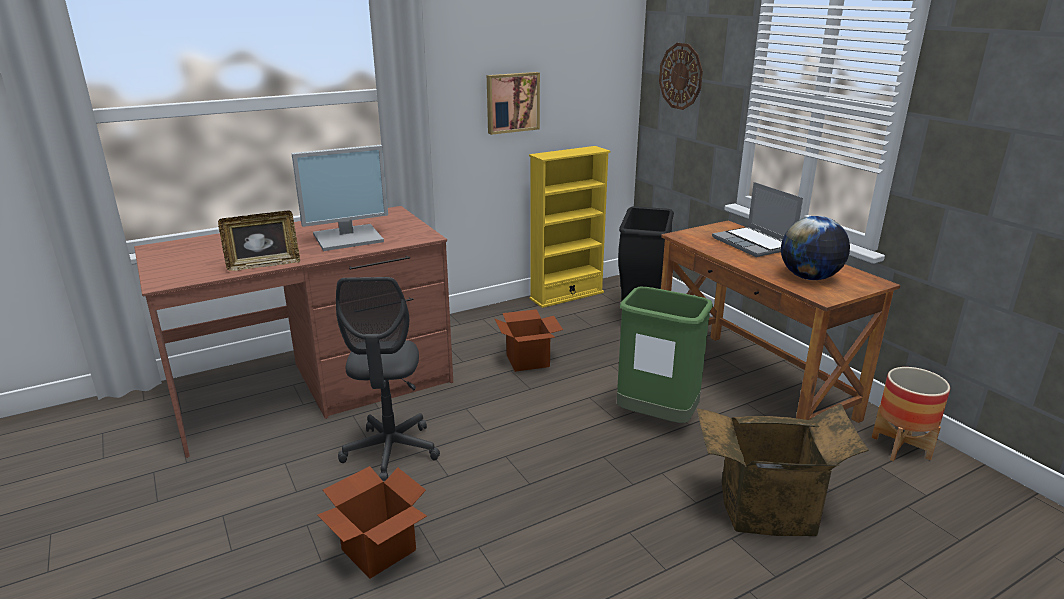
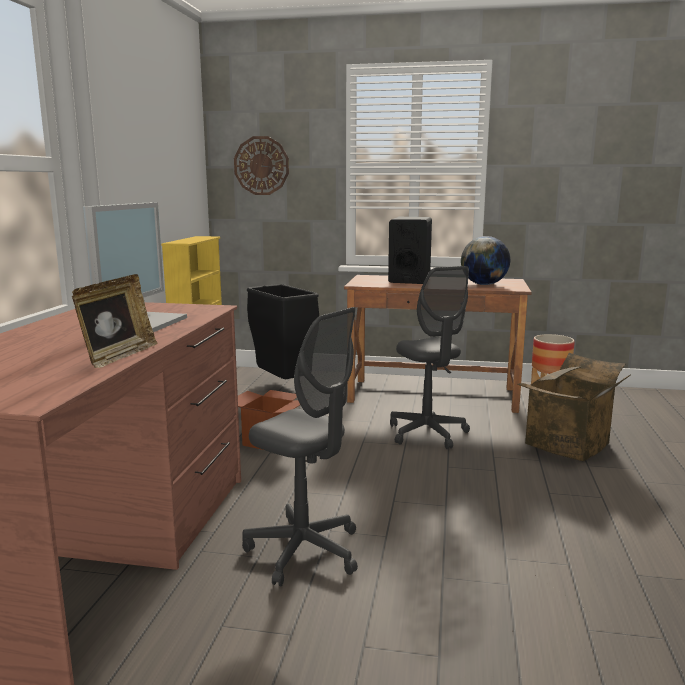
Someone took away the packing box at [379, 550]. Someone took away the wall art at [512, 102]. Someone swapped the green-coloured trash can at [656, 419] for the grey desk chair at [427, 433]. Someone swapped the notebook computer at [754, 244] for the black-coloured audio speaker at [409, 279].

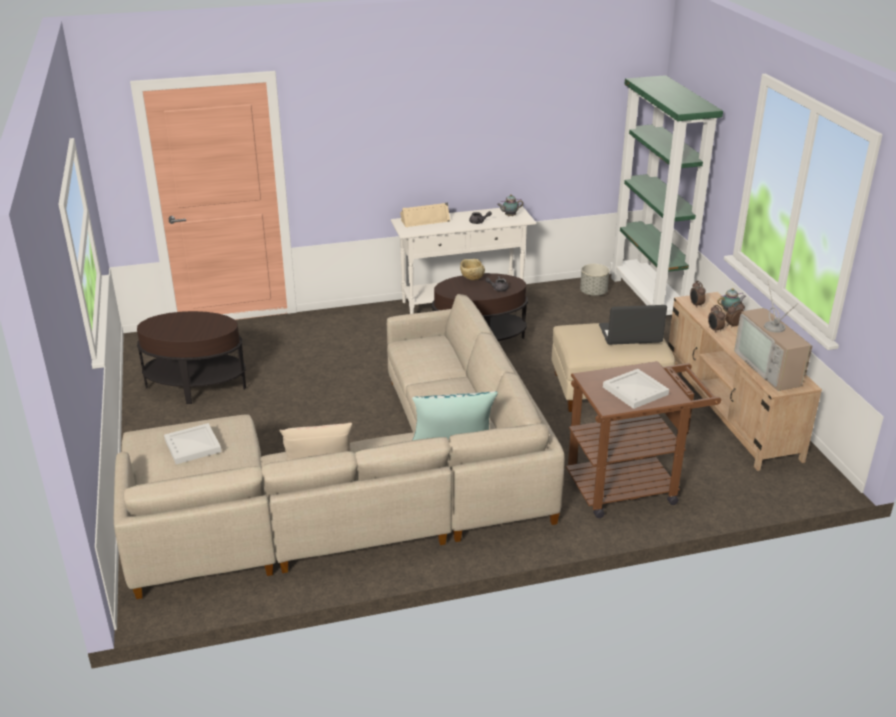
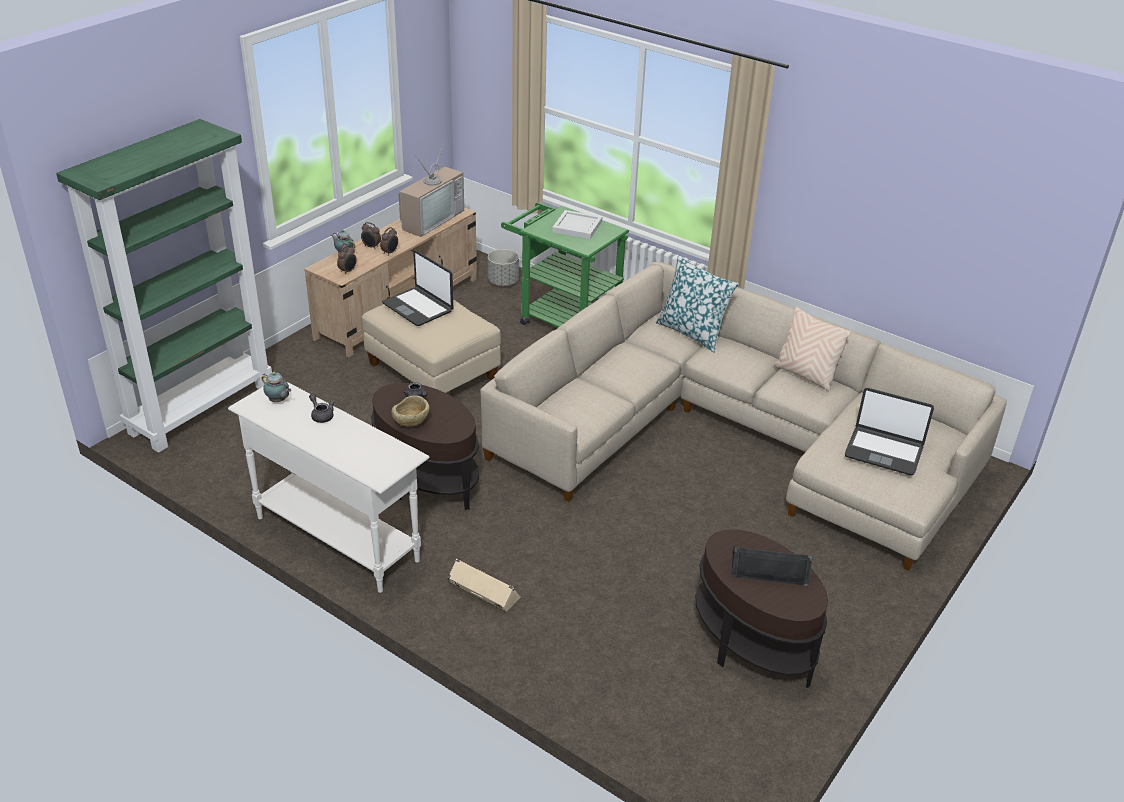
Someone put down the black-coloured audio speaker at [770, 569]. Someone carried the sand-coloured audio speaker from [425, 220] to [483, 592]. Someone carried the grey flower pot from [593, 293] to [503, 282]. Someone swapped the whitish carrying tray at [192, 446] for the notebook computer at [883, 451]. Someone repainted the brownish cart at [631, 486], which became the green-coloured cart at [562, 320].

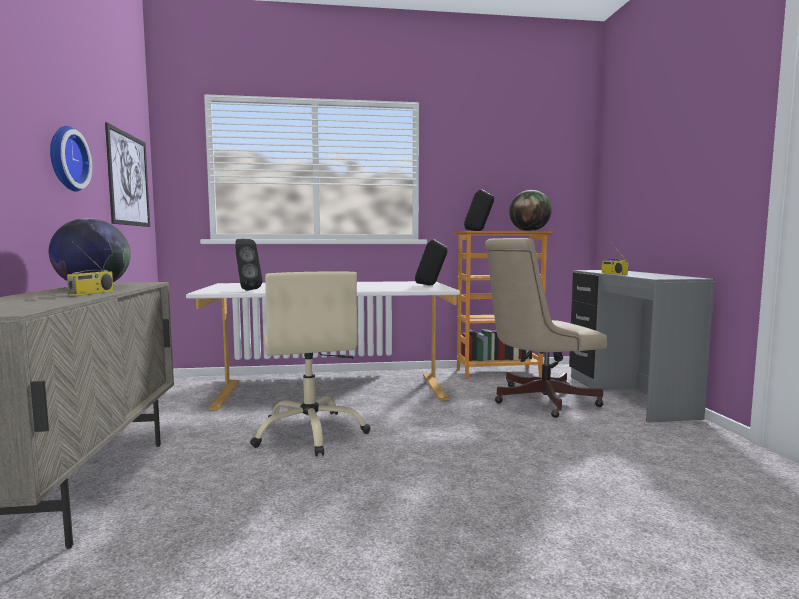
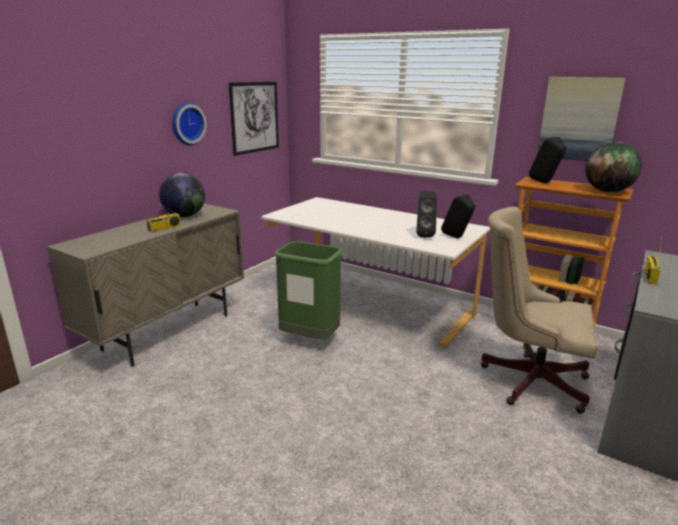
Someone put up the wall art at [579, 119]. Someone carried the black-coloured audio speaker from [246, 290] to [424, 235]. Someone swapped the sand-coloured desk chair at [311, 432] for the green-coloured trash can at [309, 339].

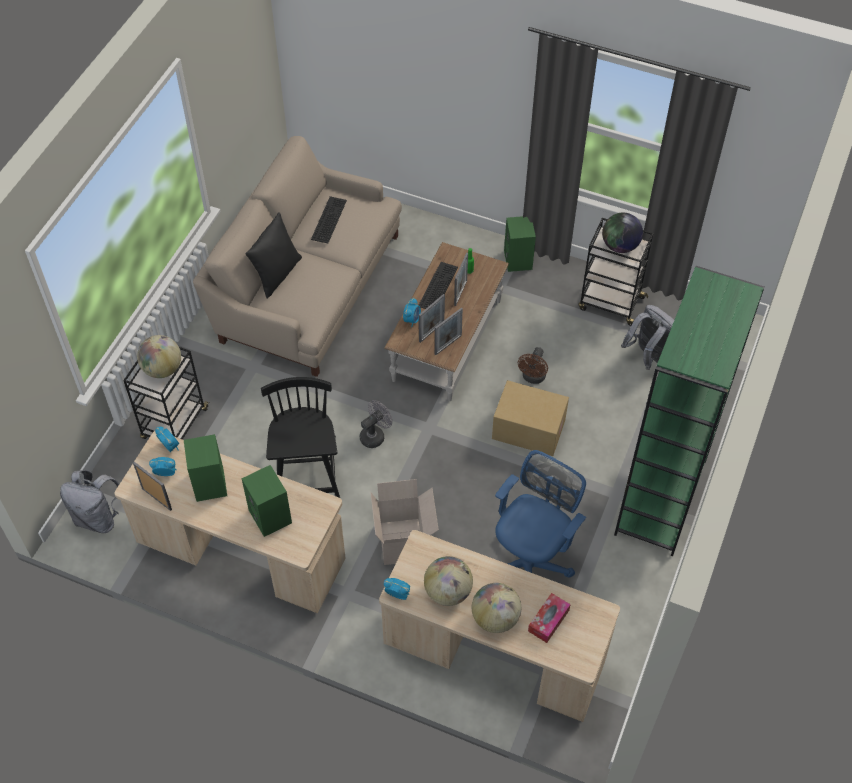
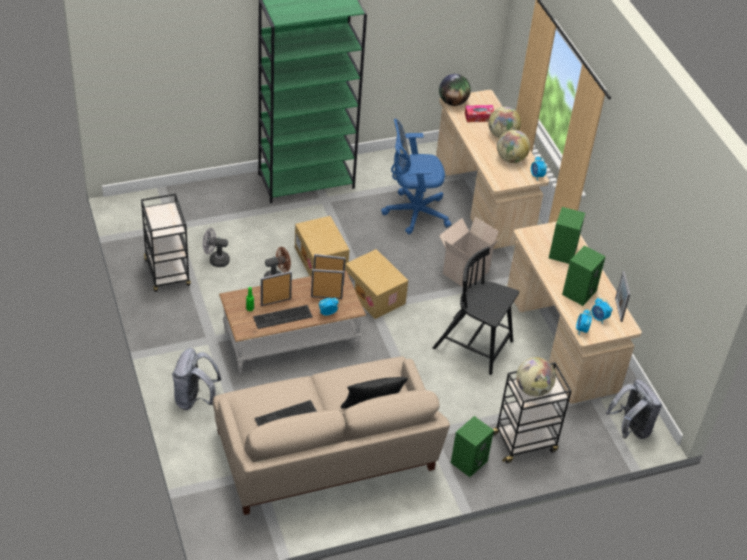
Someone put down the packing box at [375, 295]. Someone carried the grey fan from [375, 435] to [216, 260]. Someone carried the green-coloured audio speaker from [518, 260] to [469, 461]. Someone carried the globe from [620, 246] to [453, 102]. Someone carried the grey rucksack from [648, 356] to [195, 399]. Someone rotated the black-coloured plain chair at [307, 472] by 75 degrees clockwise.

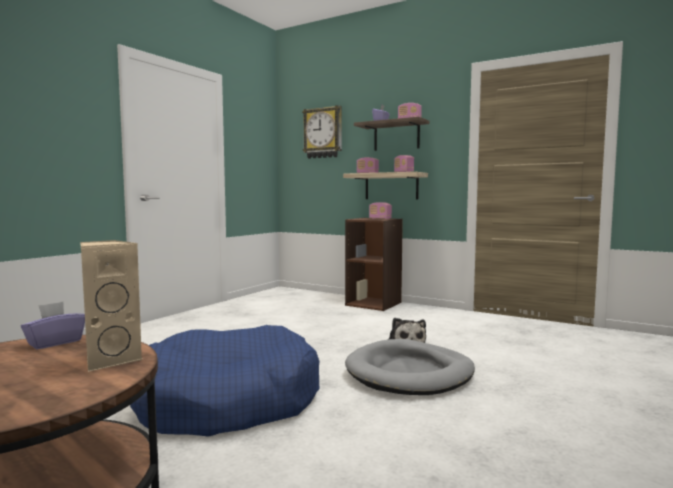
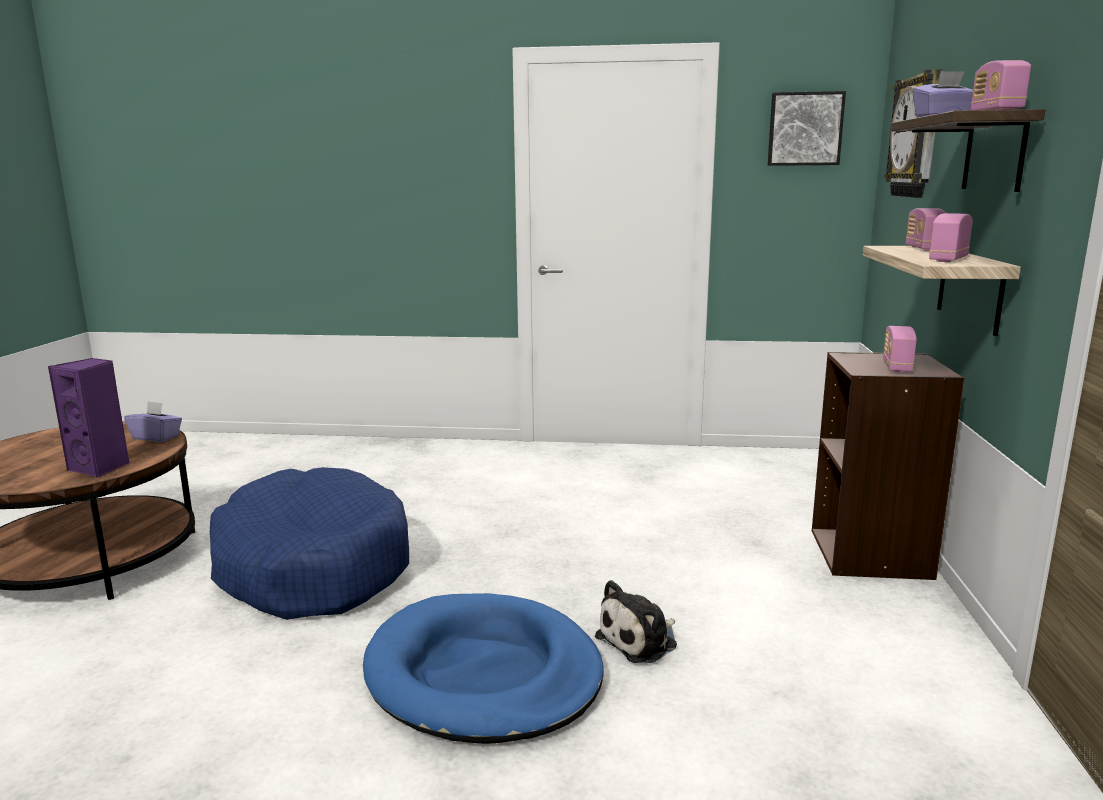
Someone put up the wall art at [805, 129]. Someone repainted the sand-coloured audio speaker at [111, 359], which became the purplish audio speaker at [101, 467]. Someone repainted the grey dog cushion at [410, 373], which became the blue dog cushion at [483, 674].

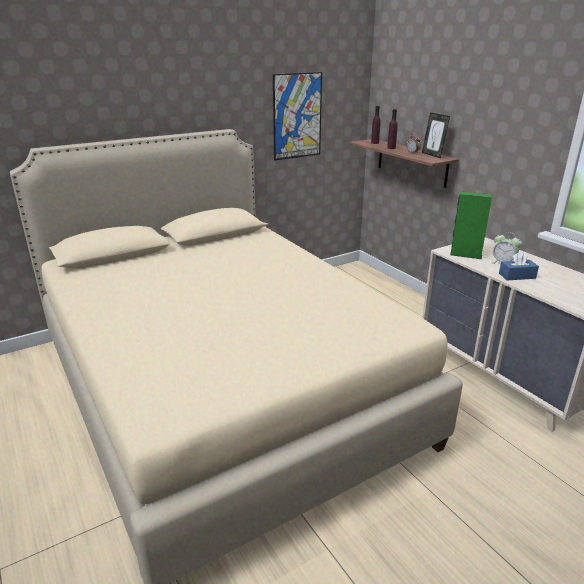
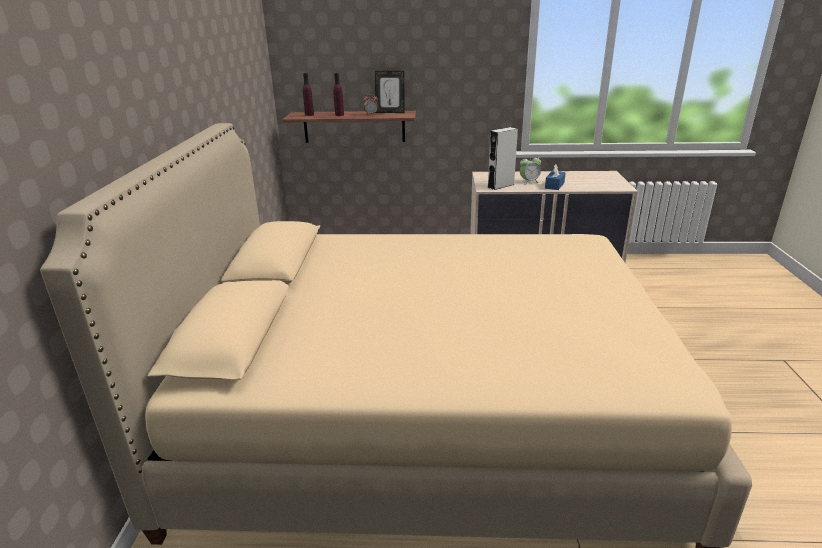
Someone took away the wall art at [297, 116]. Someone repainted the green-coloured audio speaker at [466, 255], which became the grey audio speaker at [500, 186].

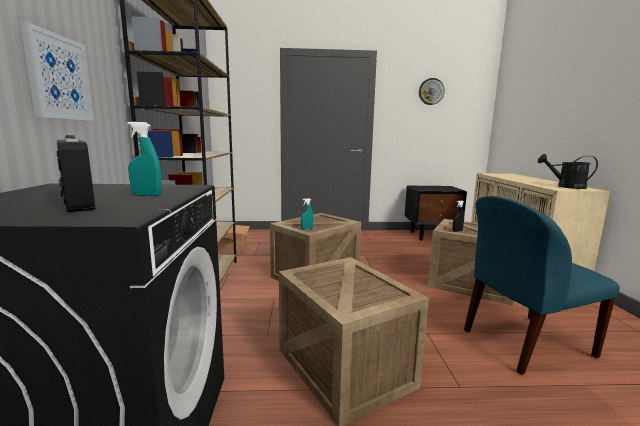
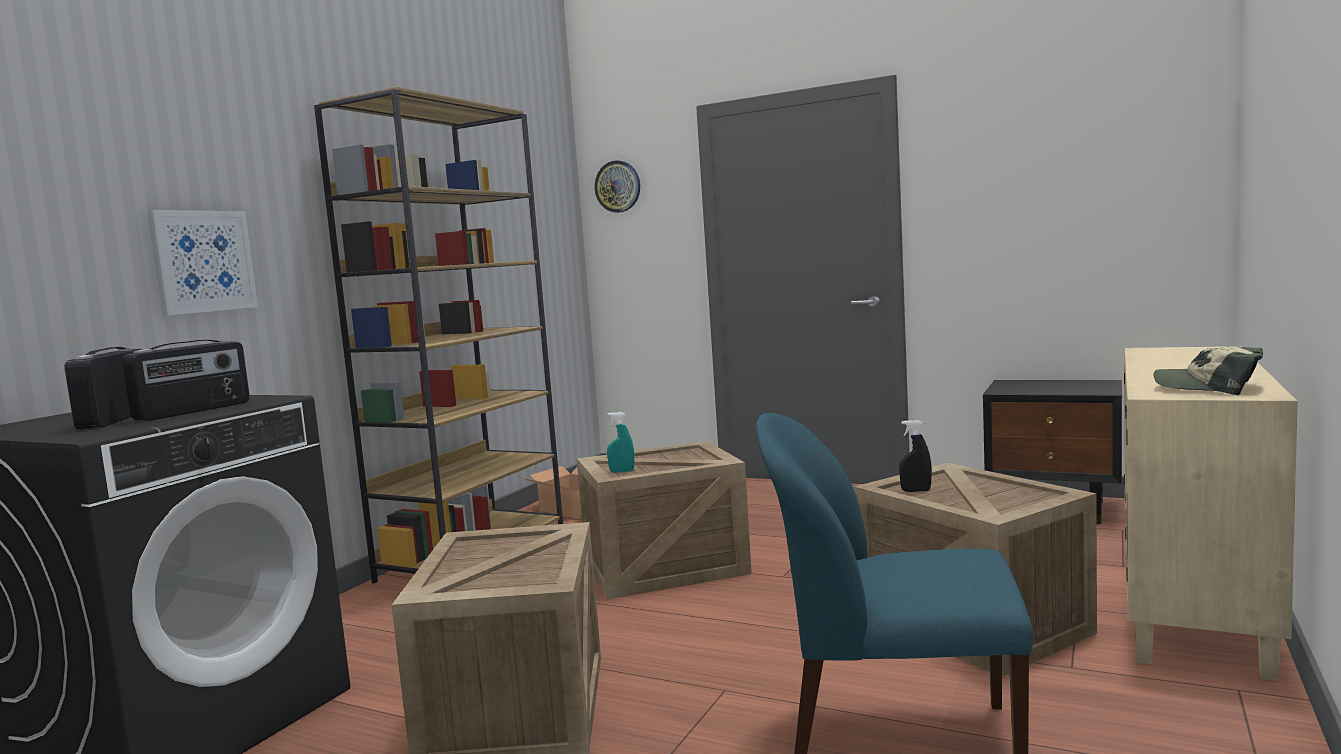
Someone carried the hanging clock from [431, 91] to [618, 186]. Someone swapped the turquoise spray bottle at [147, 195] for the radio at [194, 411]. Someone swapped the black-coloured watering pot at [566, 187] for the baseball cap at [1208, 387].

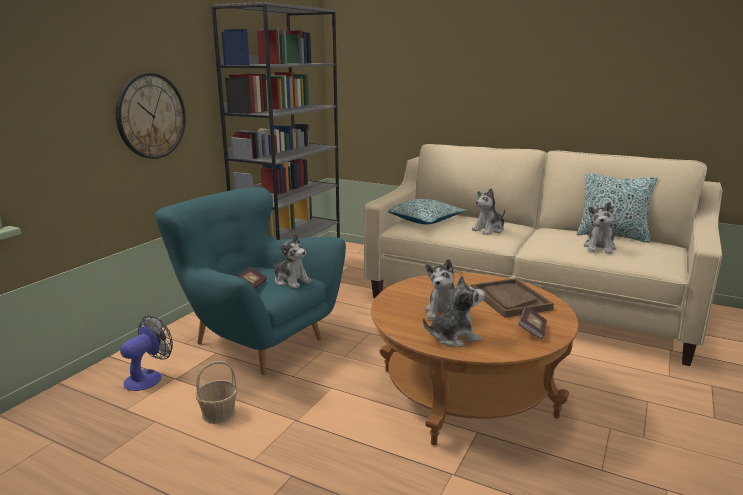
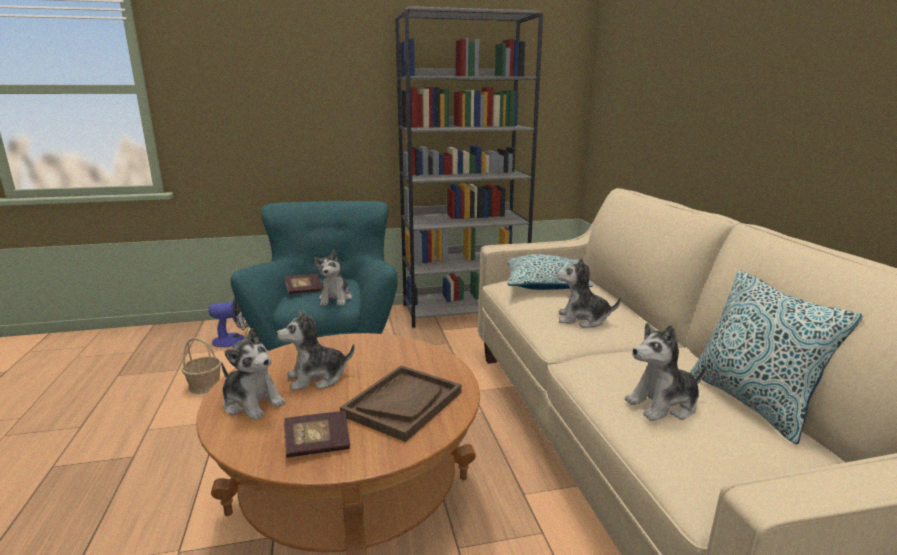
Someone took away the hanging clock at [151, 116].

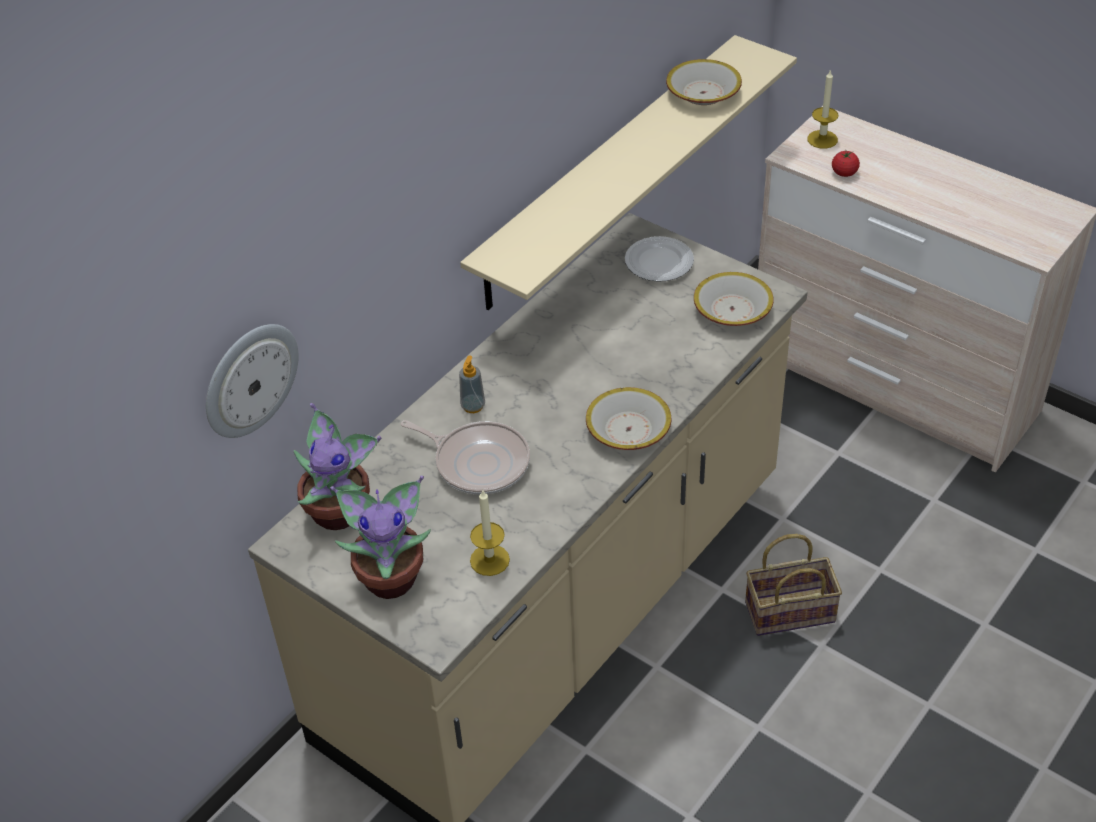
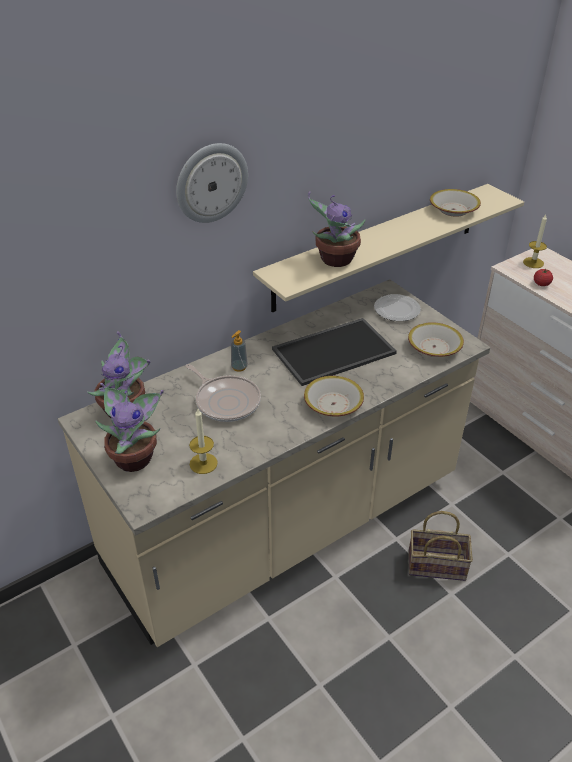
Someone put down the carrying tray at [334, 350]. Someone put down the potted plant at [334, 260]. Someone carried the hanging clock from [249, 379] to [211, 182].

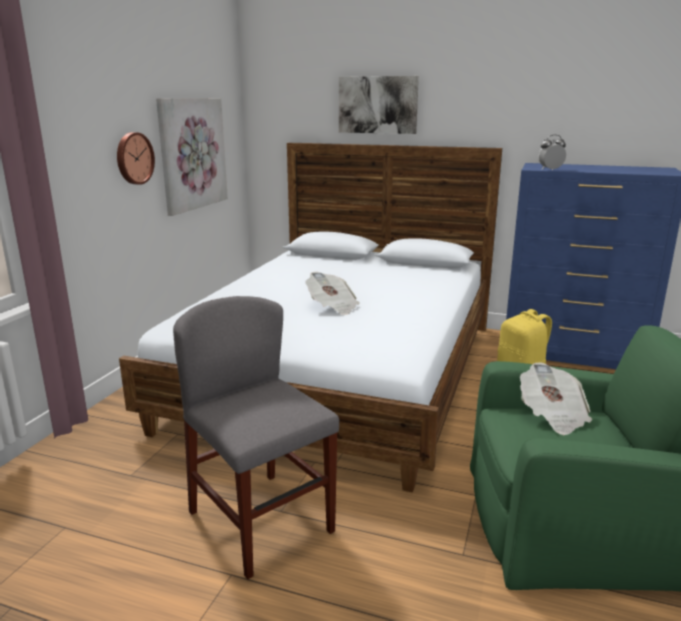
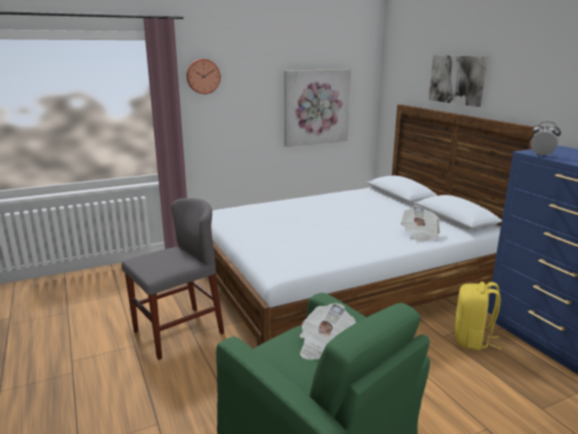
Someone carried the hanging clock from [133, 158] to [203, 76]. Someone carried the newspaper from [332, 307] to [419, 234]. Someone rotated the grey plain chair at [261, 521] by 45 degrees clockwise.

